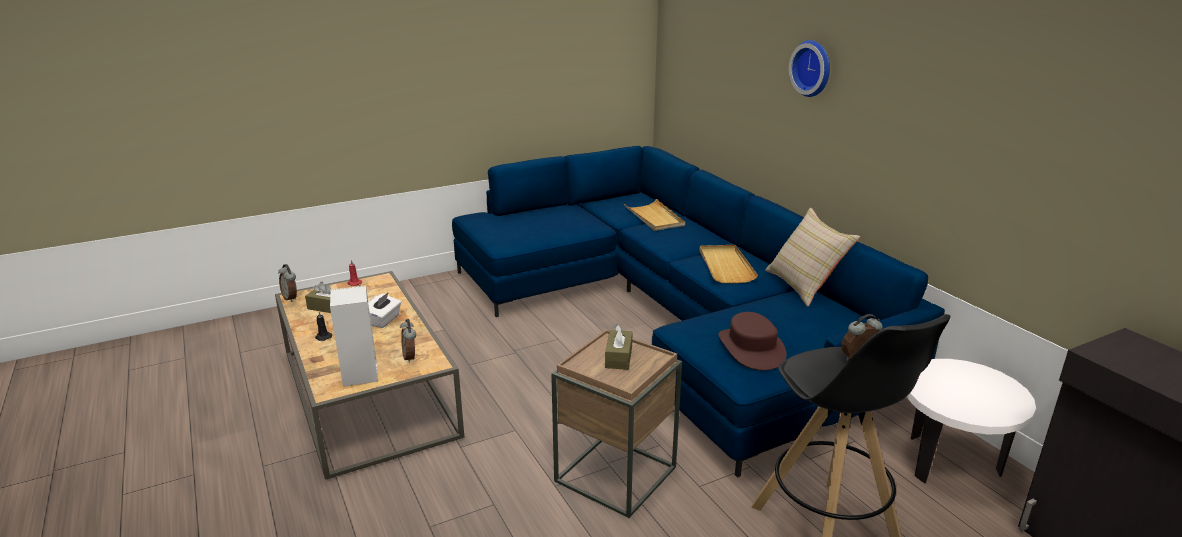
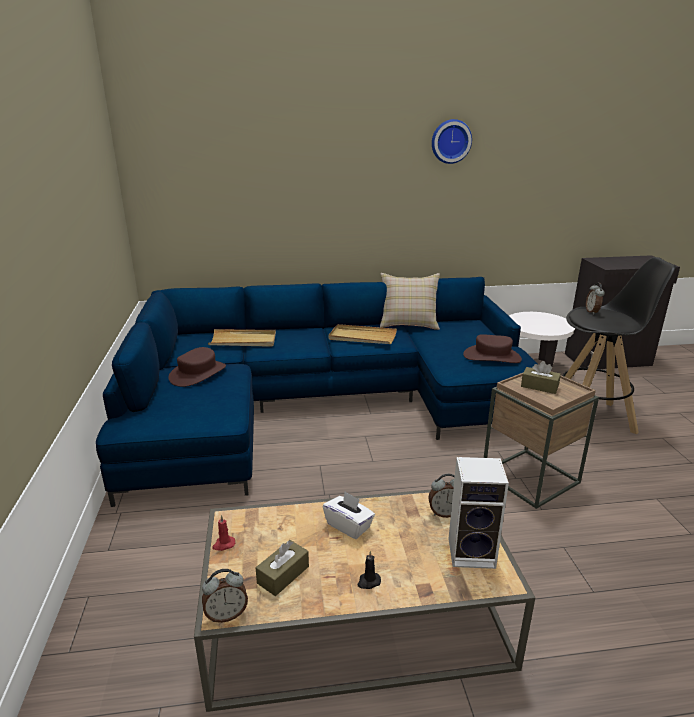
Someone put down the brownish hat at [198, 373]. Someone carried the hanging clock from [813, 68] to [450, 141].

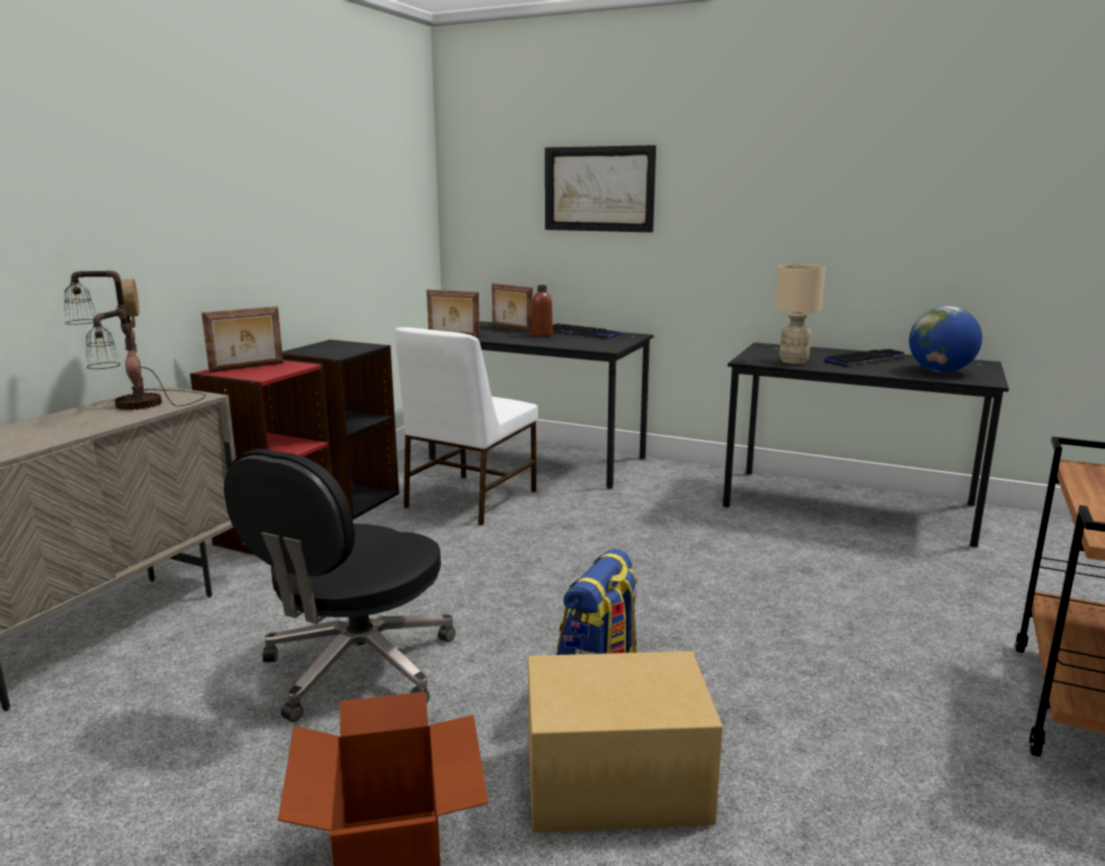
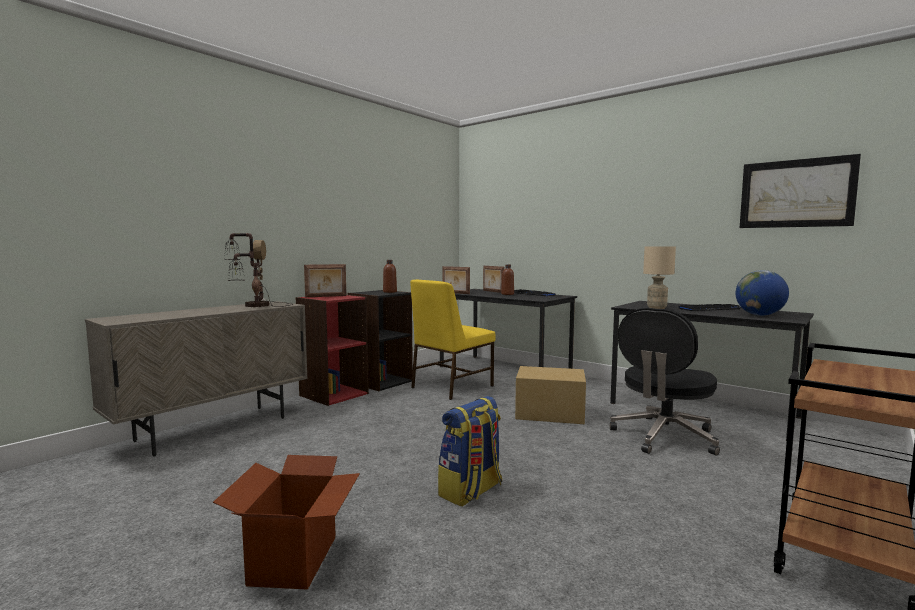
Someone put down the brownish drink bottle at [390, 292]. Someone carried the black-coloured desk chair from [356, 668] to [664, 437]. Someone carried the packing box from [614, 785] to [549, 414]. Someone carried the wall art from [599, 189] to [796, 193]. Someone repainted the whitish plain chair at [469, 499], which became the yellow-coloured plain chair at [451, 387].

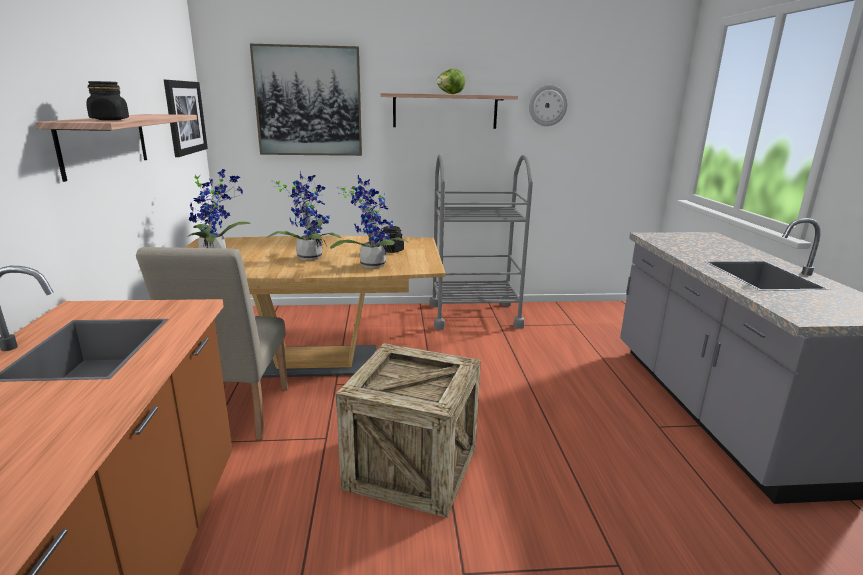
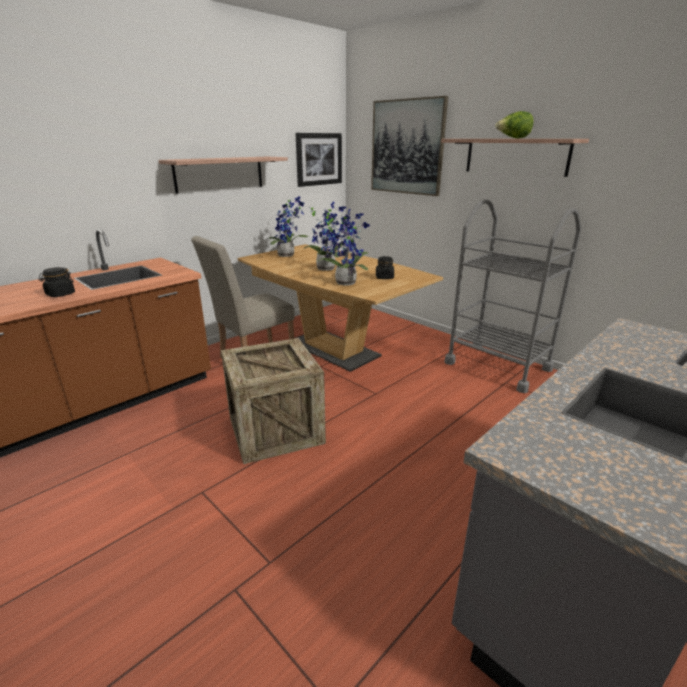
Someone took away the hanging clock at [547, 105]. Someone carried the black-coloured storage jar from [110, 119] to [60, 294].

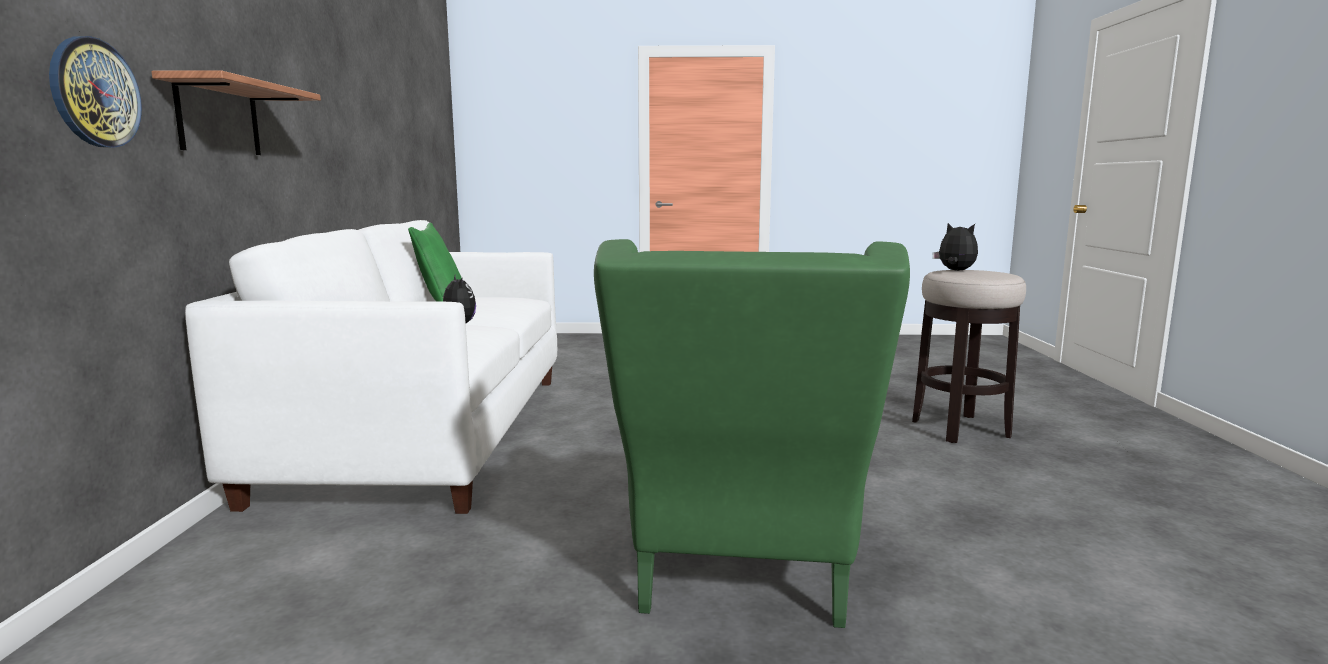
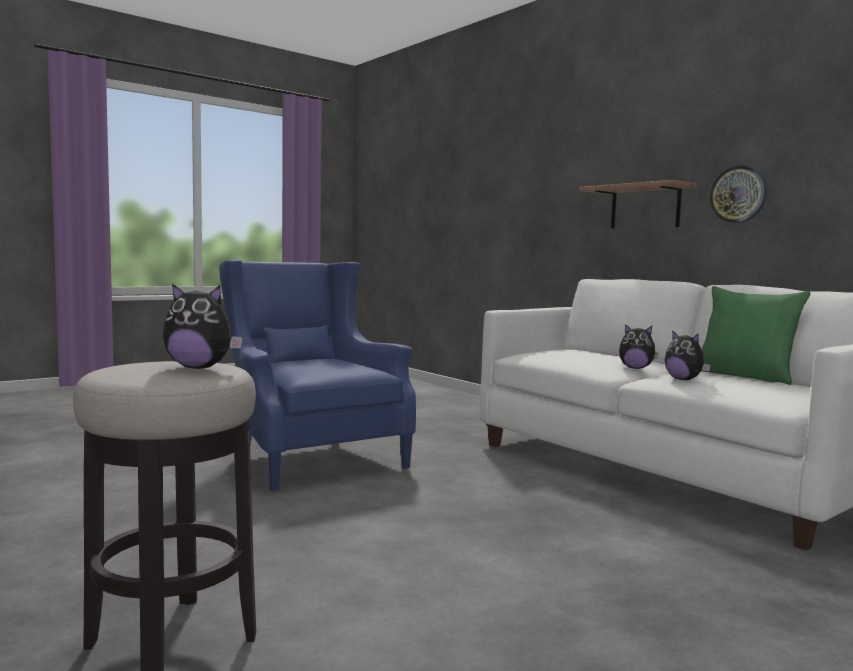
Someone put down the cuddly toy at [684, 380]. Someone carried the hanging clock from [94, 93] to [738, 194]. Someone repainted the green-coloured armchair at [741, 571], which became the blue armchair at [309, 455].

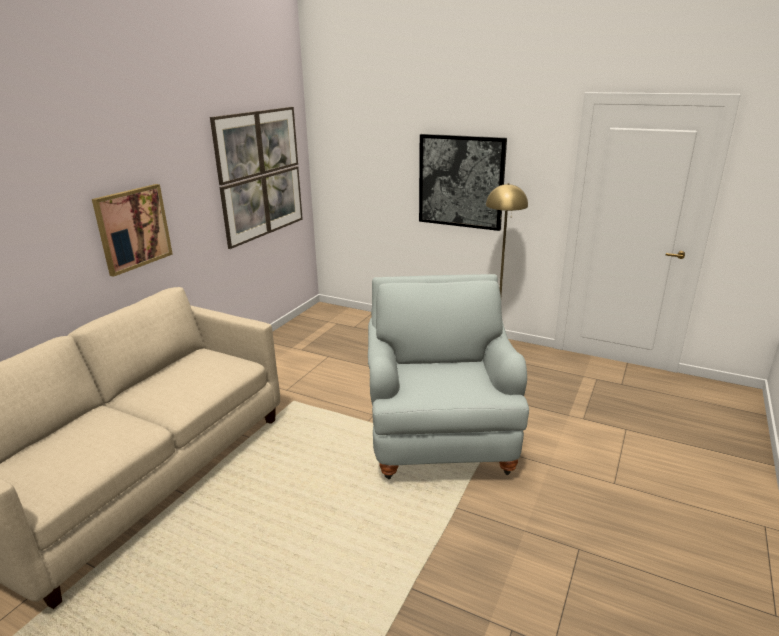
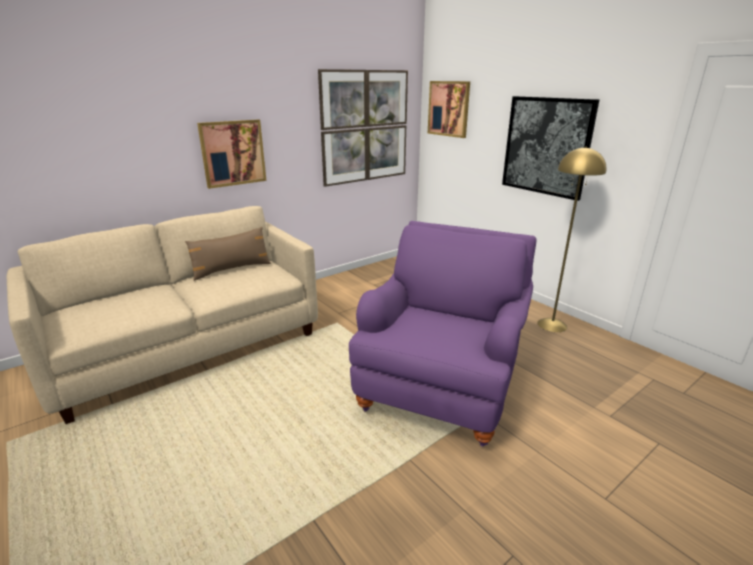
Someone put down the brownish throw pillow at [232, 269]. Someone put up the wall art at [448, 108]. Someone repainted the grey armchair at [439, 435], which became the purplish armchair at [441, 386].

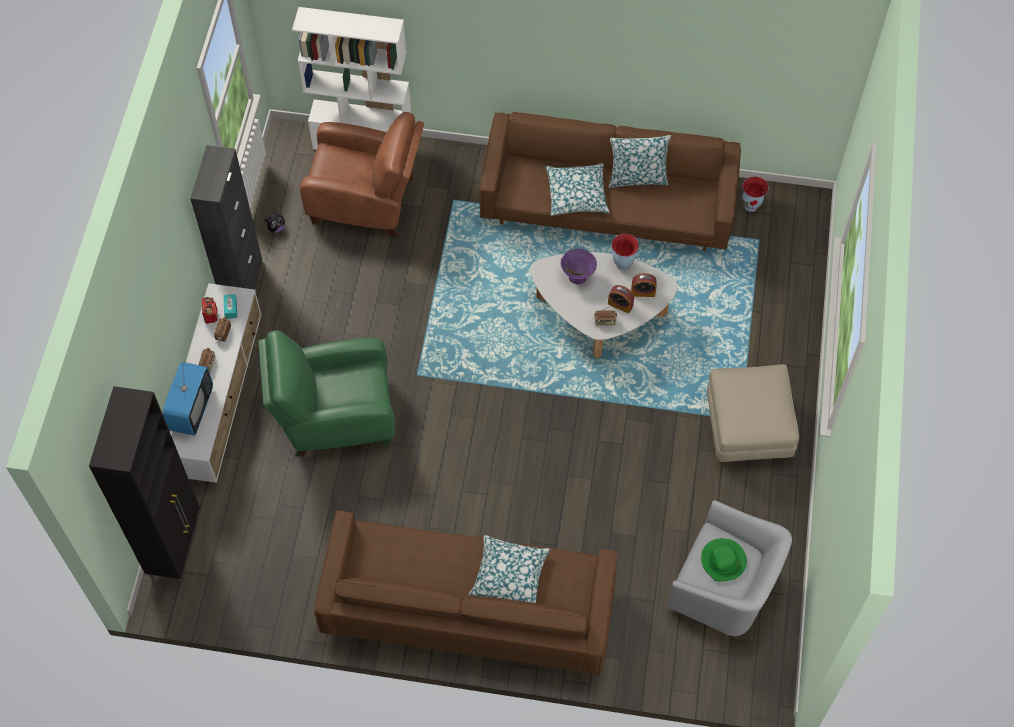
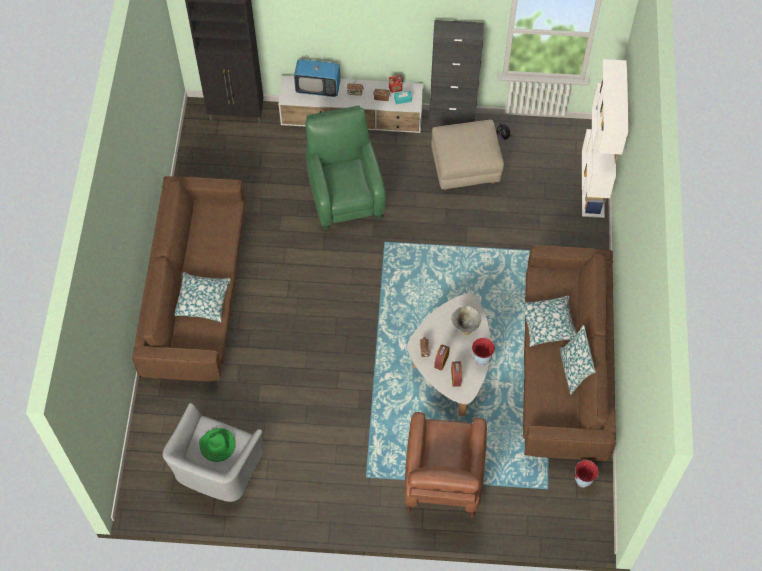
Someone carried the brownish armchair from [367, 201] to [443, 481]. Someone carried the sand-coloured footrest from [747, 428] to [465, 168]. Someone repainted the purplish serving bowl at [577, 276], which became the grey serving bowl at [465, 328].

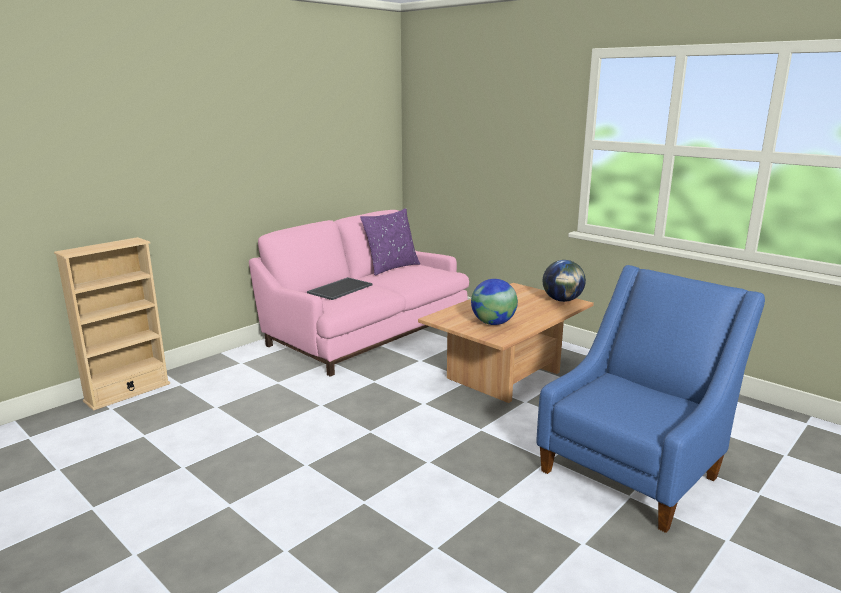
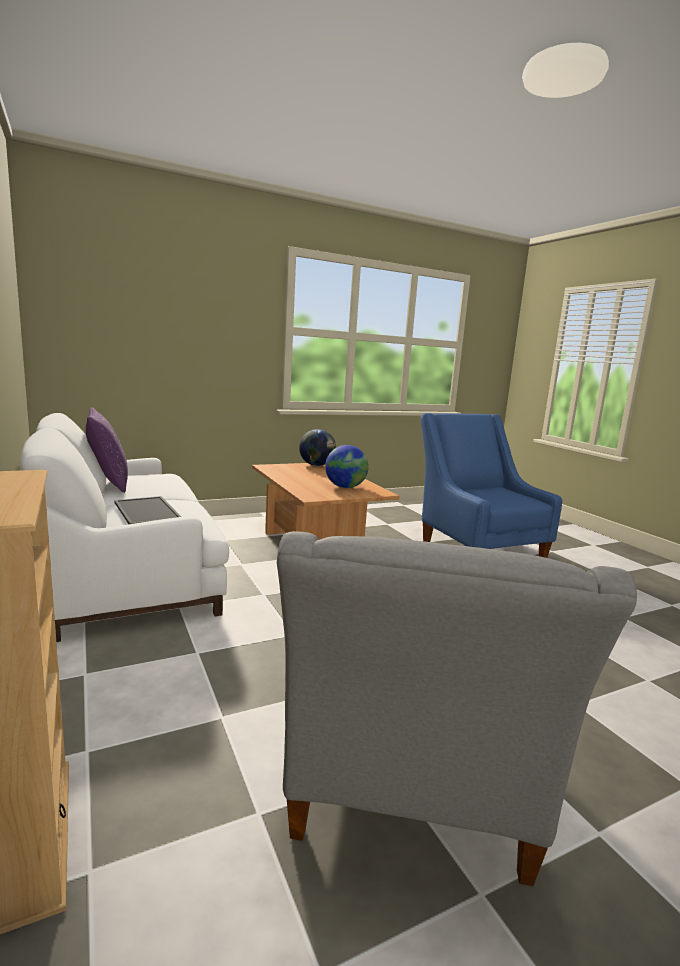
Someone put down the grey armchair at [409, 797]. Someone repainted the pink-coloured couch at [367, 331], which became the whitish couch at [123, 570].

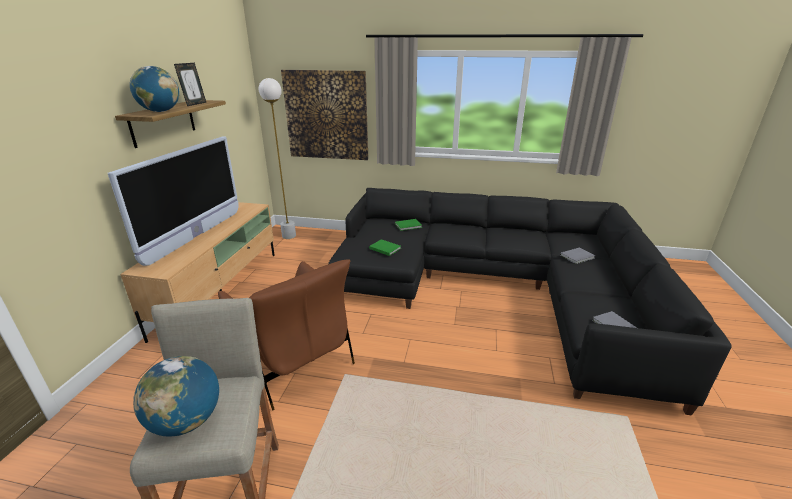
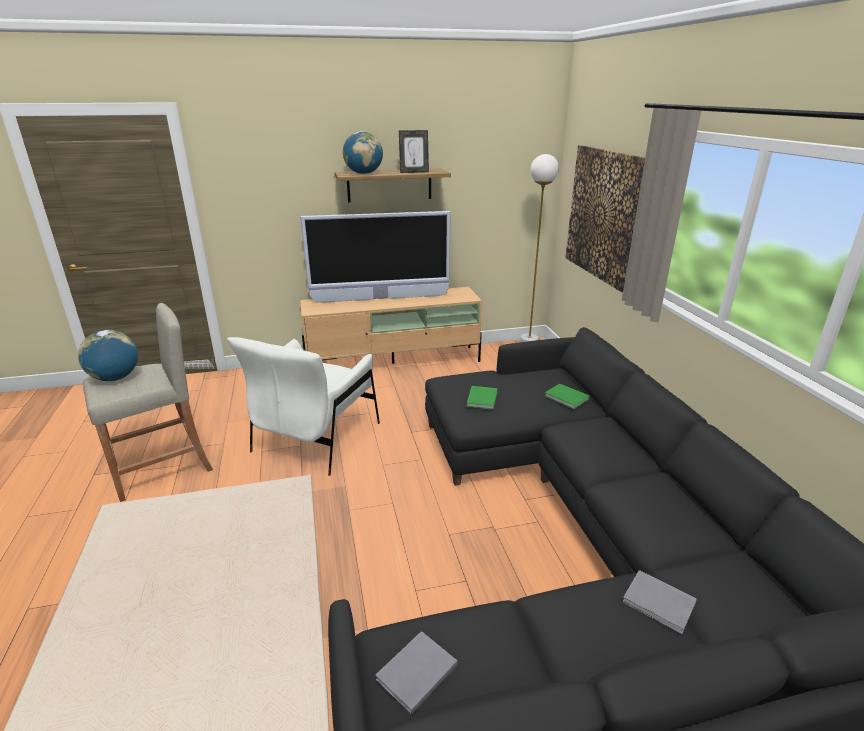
Someone repainted the brownish armchair at [292, 361], which became the whitish armchair at [316, 438].

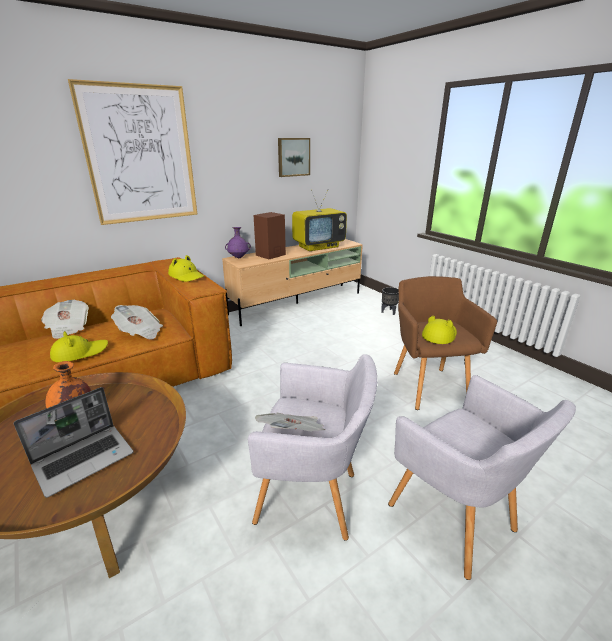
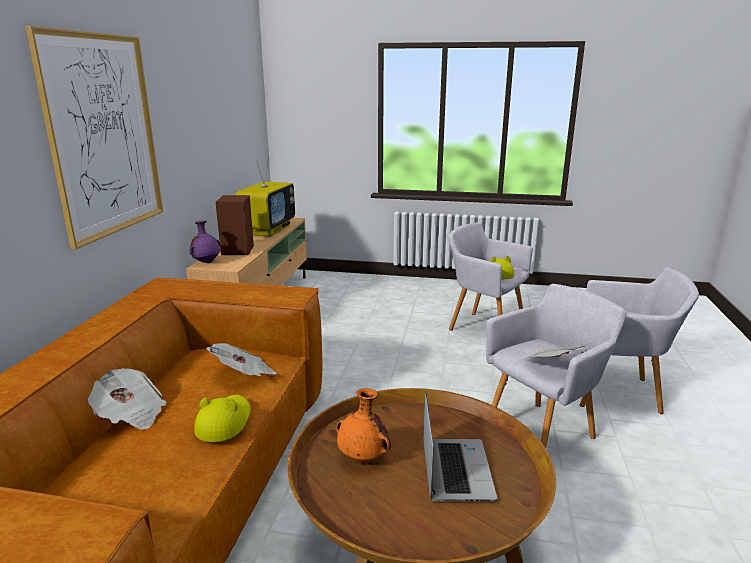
Someone took away the yellow-coloured hat at [186, 276]. Someone took away the wall art at [293, 157]. Someone took away the black-coloured flower pot at [389, 312]. Someone repainted the brownish armchair at [428, 385], which became the grey armchair at [483, 327].

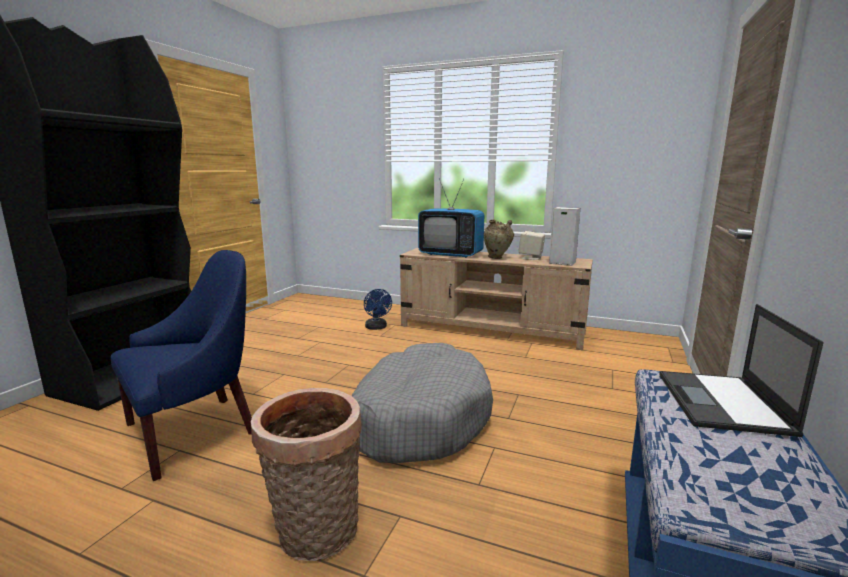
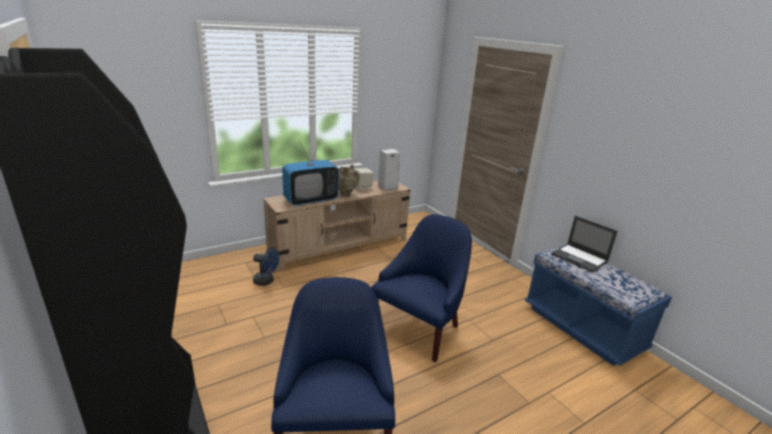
Someone took away the storage basket at [316, 535]. Someone swapped the grey dog cushion at [418, 418] for the blue armchair at [419, 328].

